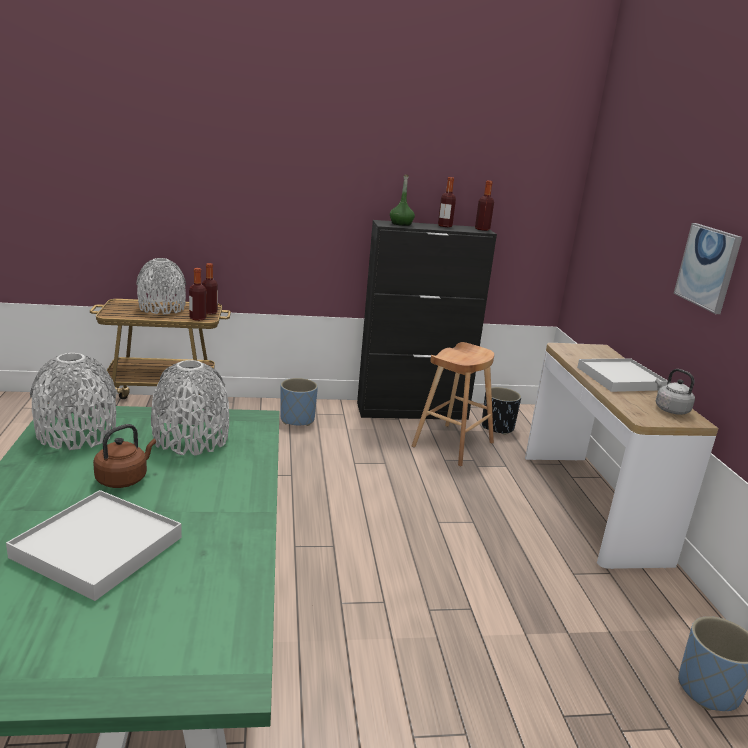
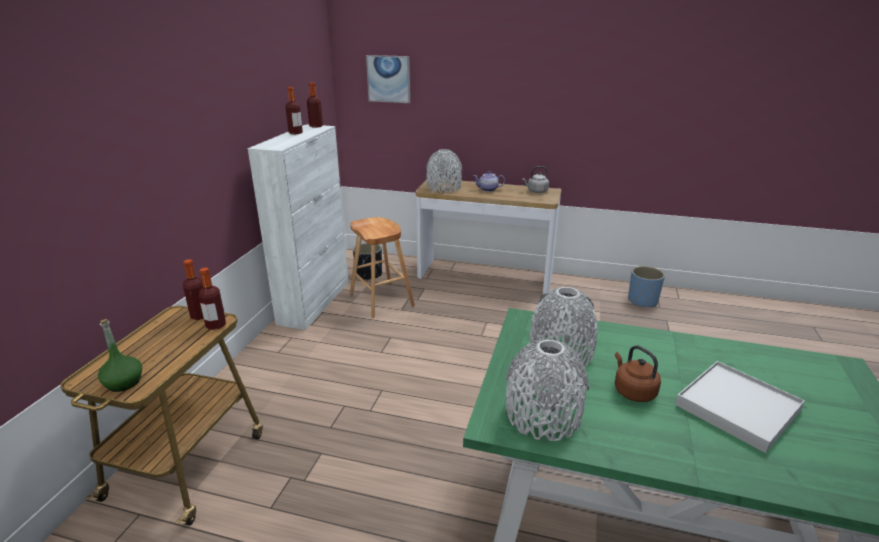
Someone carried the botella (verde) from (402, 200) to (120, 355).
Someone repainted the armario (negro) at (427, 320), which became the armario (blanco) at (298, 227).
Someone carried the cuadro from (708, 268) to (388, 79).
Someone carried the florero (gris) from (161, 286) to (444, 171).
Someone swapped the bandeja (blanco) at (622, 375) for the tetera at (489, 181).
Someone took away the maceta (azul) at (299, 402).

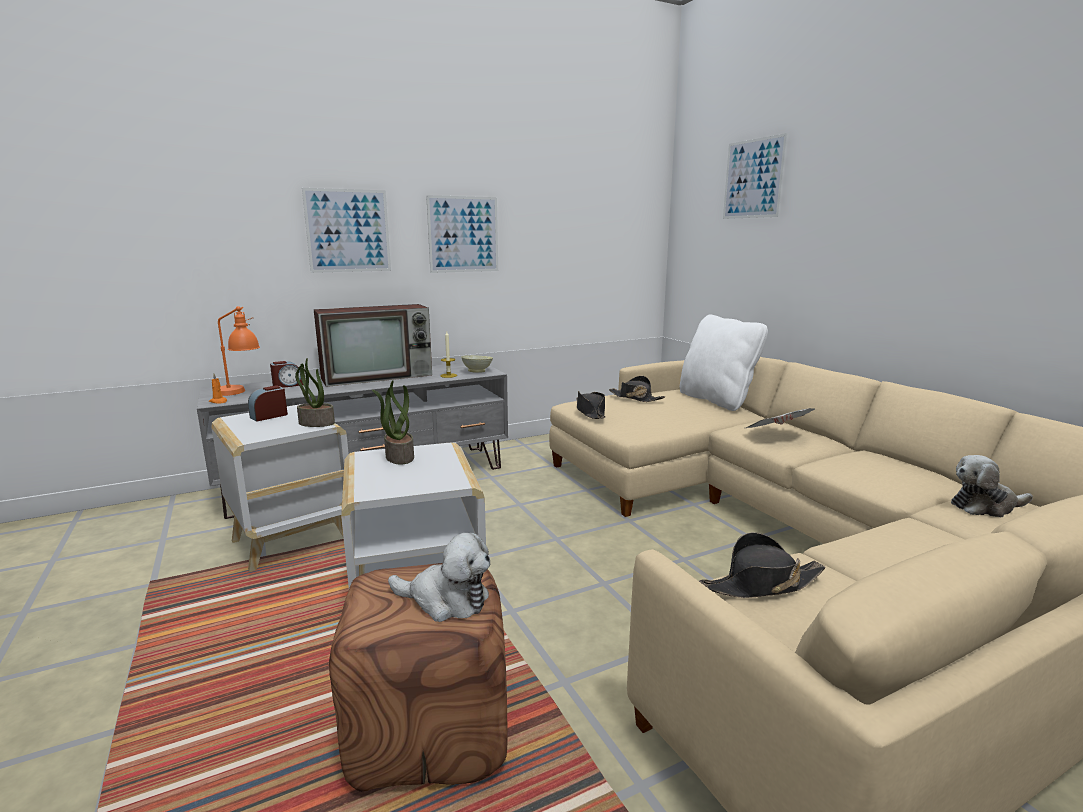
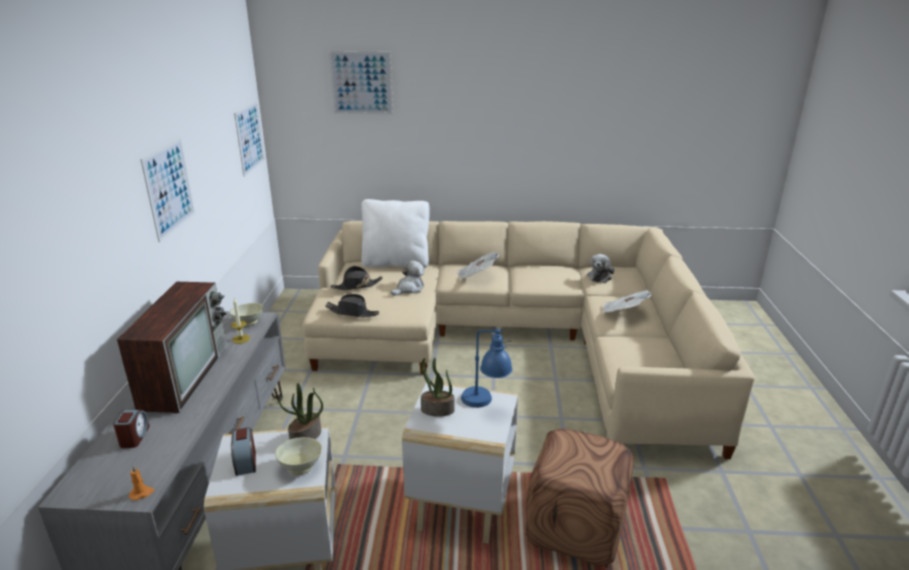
Someone carried the cuadro from (346, 230) to (249, 139).
Someone took away the lámpara de mesa (naranja) at (239, 351).
Someone took away the sombrero (negro) at (762, 565).
Someone carried the peluche from (439, 577) to (408, 278).
Someone put down the periódico at (627, 301).
Someone put down the lámpara de mesa (azul) at (487, 368).
Someone put down the cuenco (beis) at (298, 456).

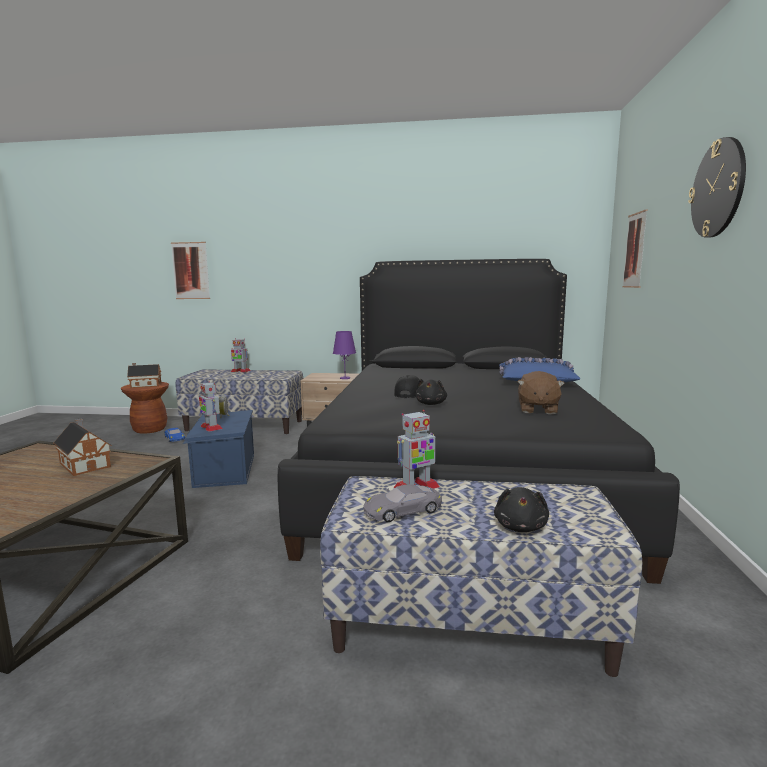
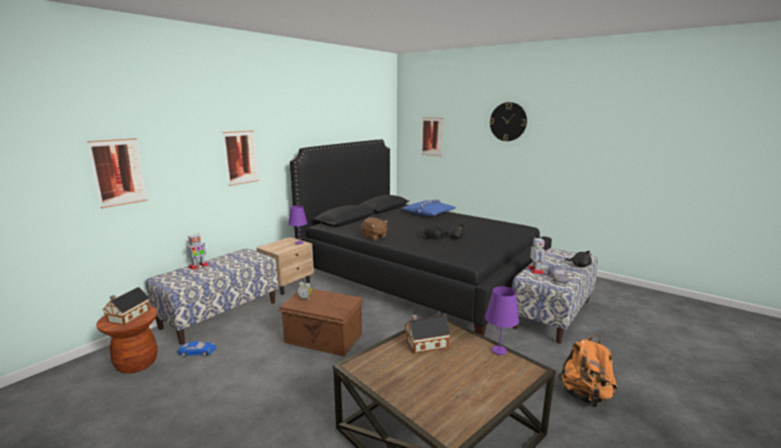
Someone carried the peluche (marrón) from (541, 392) to (374, 228).
Someone took away the robot de juguete at (211, 406).
Someone repainted the caja de almacenaje (azul) at (218, 449), which became the caja de almacenaje (marrón) at (321, 322).
Someone put up the cuadro at (241, 158).
Someone put down the lámpara de mesa (morado) at (502, 320).
Someone put down the mochila (naranja) at (587, 371).

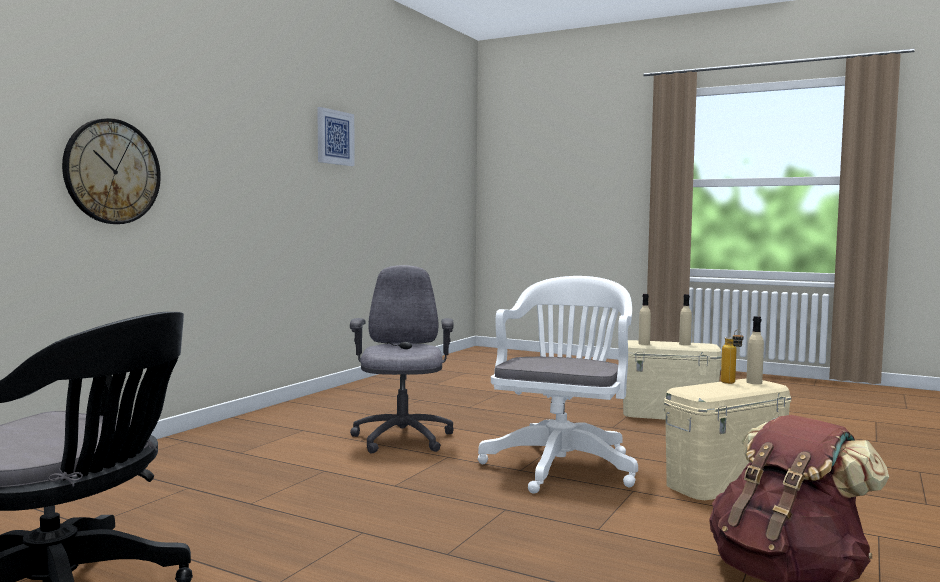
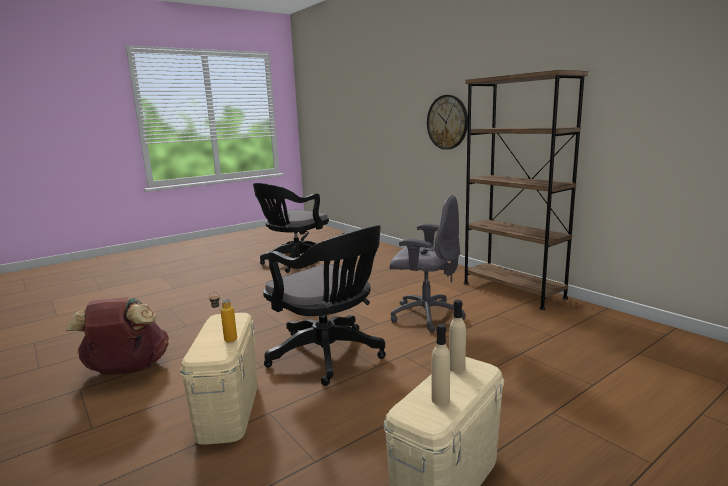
Someone took away the cuadro at (336, 136).
Someone repainted the silla de oficina (blanco) at (558, 385), which became the silla de oficina (negro) at (324, 305).
Someone took away the botella (beis) at (755, 350).
Someone put down the estantería (marrón) at (525, 190).

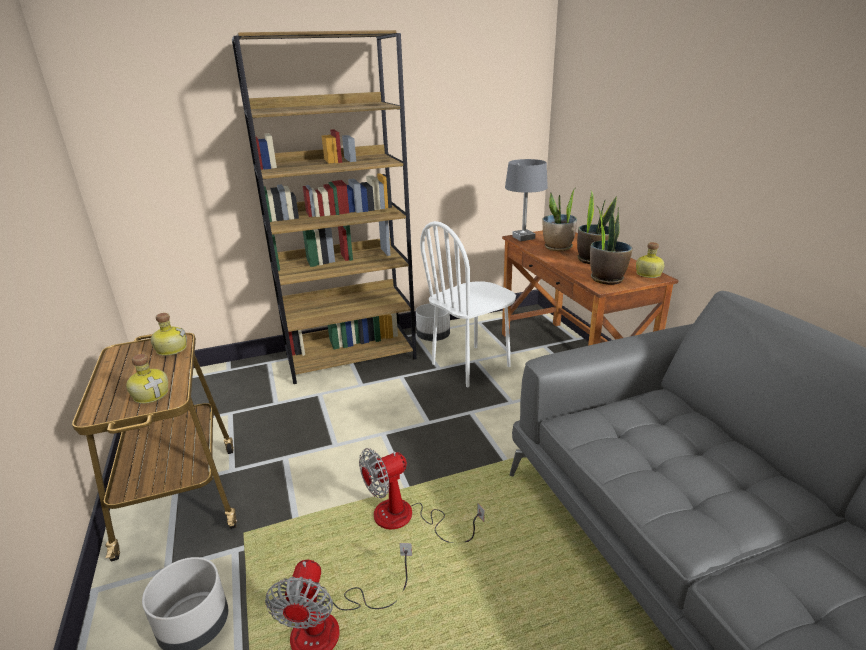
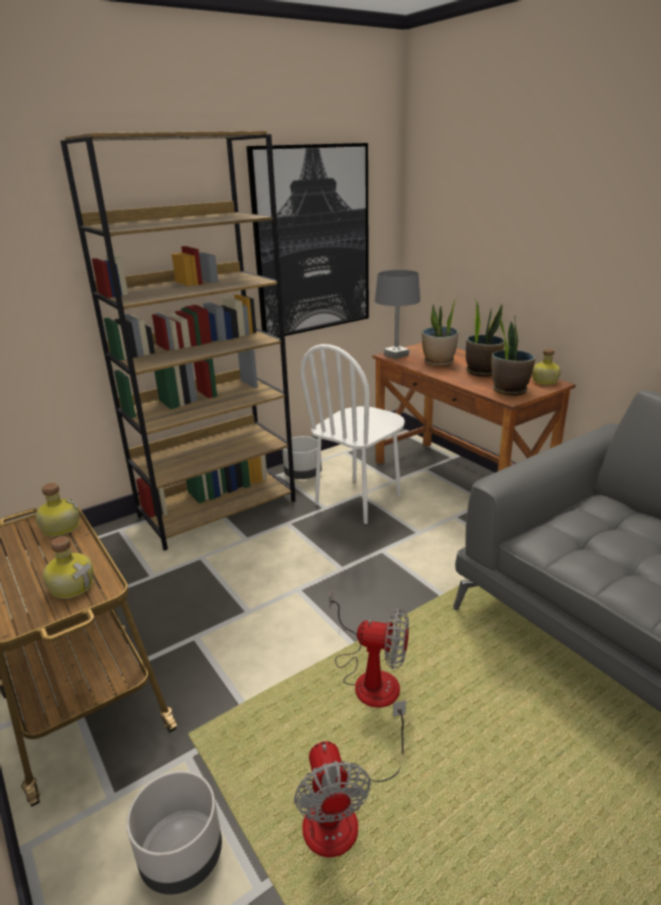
Someone rotated the ventilador at (421, 495) by 120 degrees counterclockwise.
Someone put up the cuadro at (307, 240).

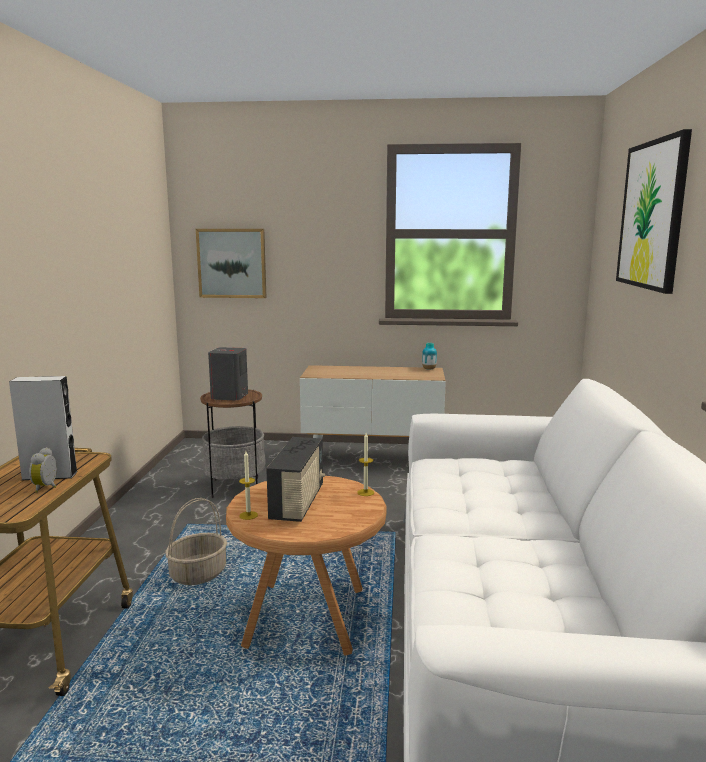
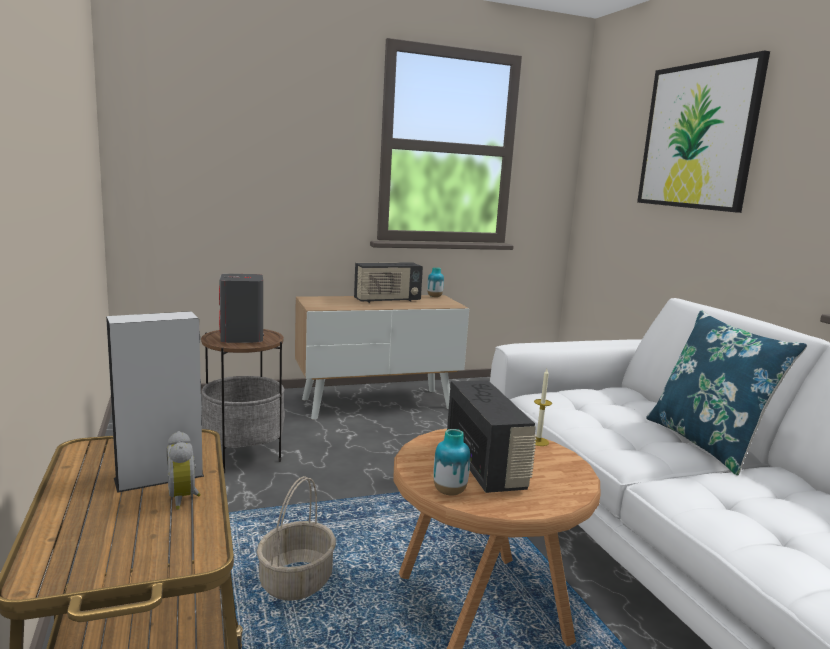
Someone took away the cuadro at (231, 263).
Someone swapped the vela at (248, 485) for the florero at (451, 462).
Someone put down the radio at (388, 283).
Someone put down the cojín (azul) at (726, 393).

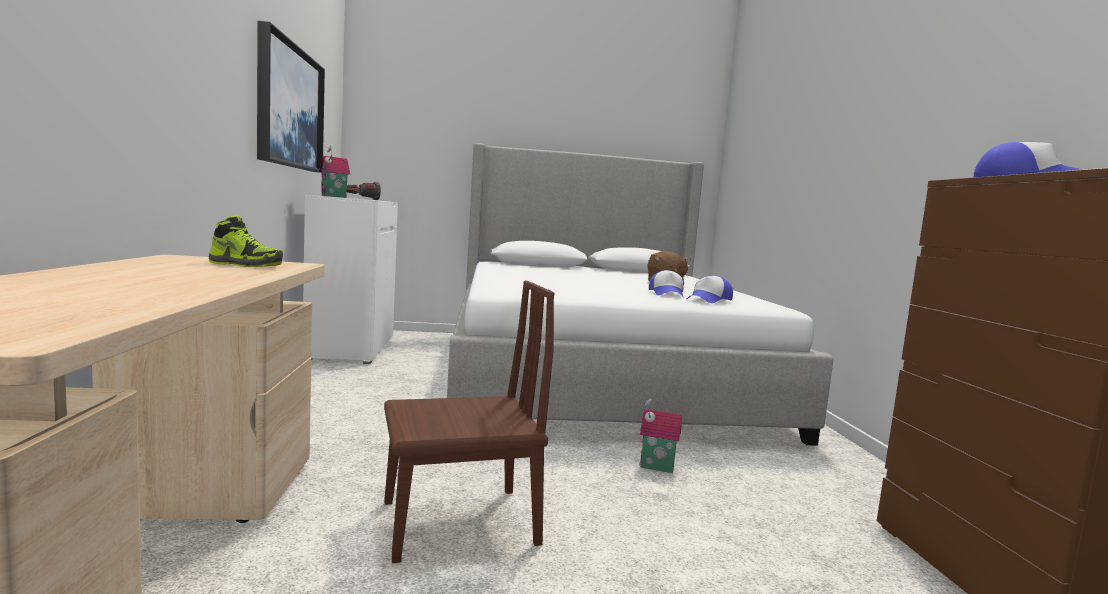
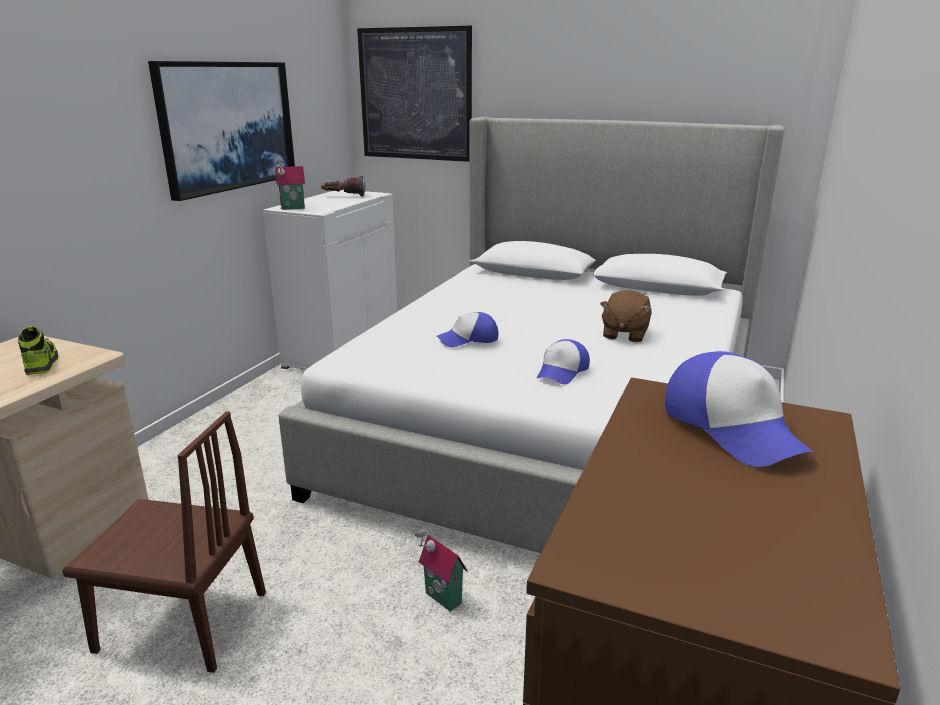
Someone rotated the zapato at (246, 241) by 150 degrees counterclockwise.
Someone carried the gorra from (710, 289) to (468, 329).
Someone put up the cuadro at (414, 94).

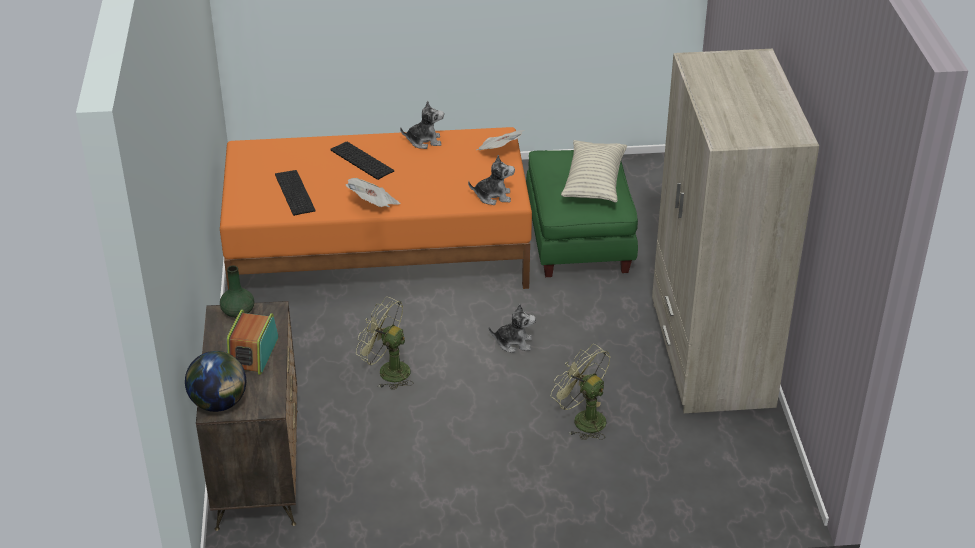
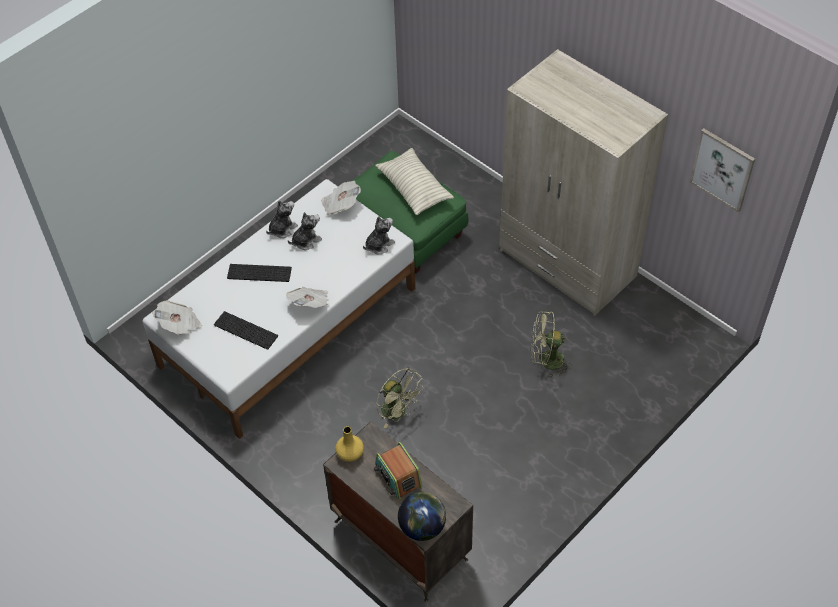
Someone repainted the cama (naranja) at (376, 208), which became the cama (blanco) at (278, 309).
Someone repainted the florero (verde) at (237, 292), which became the florero (amarillo) at (350, 444).
Someone rotated the ventilador (verde) at (385, 343) by 120 degrees counterclockwise.
Someone carried the peluche from (512, 328) to (305, 231).
Someone put up the cuadro at (722, 170).
Someone put down the periódico at (177, 317).

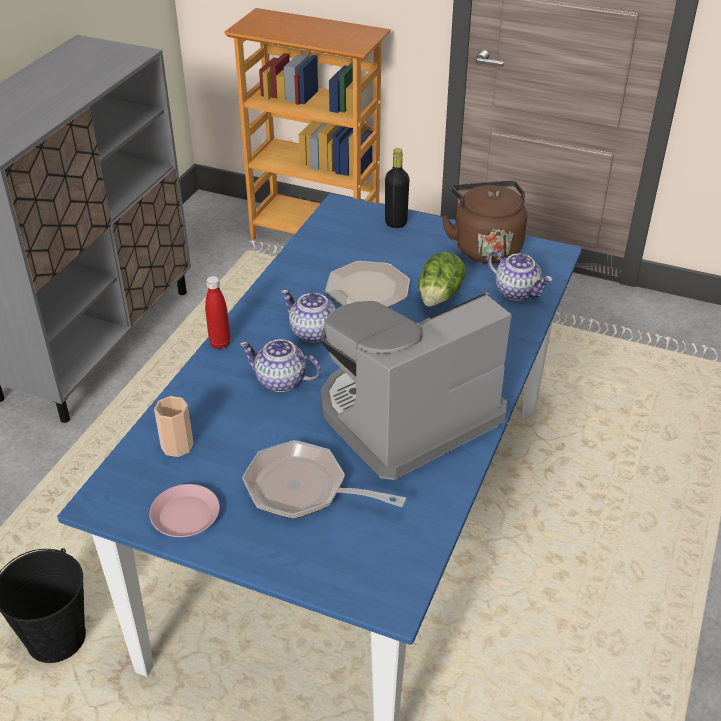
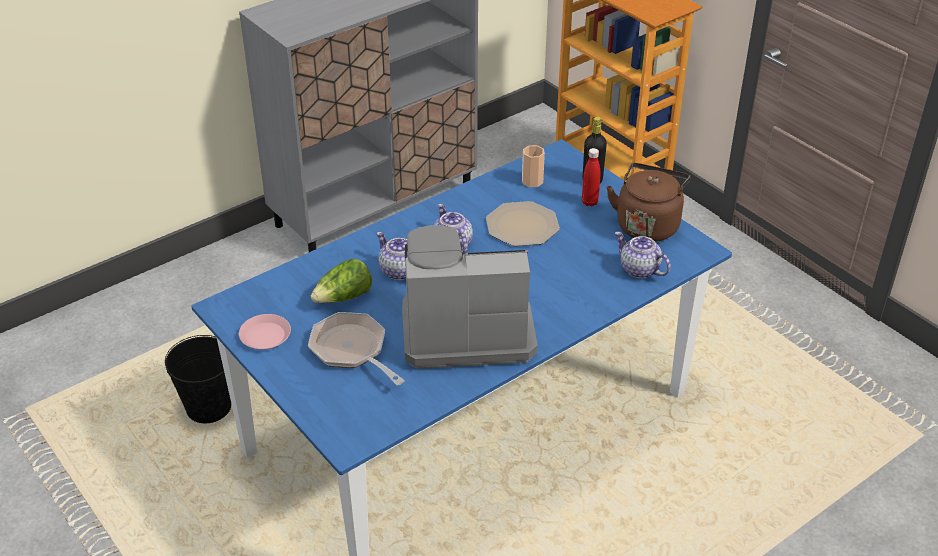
Someone rotated the tetera at (520, 275) by 150 degrees clockwise.
Someone carried the lechuga from (442, 279) to (341, 281).
Someone carried the botella (rojo) from (217, 312) to (591, 177).
Someone carried the taza from (174, 426) to (533, 166).

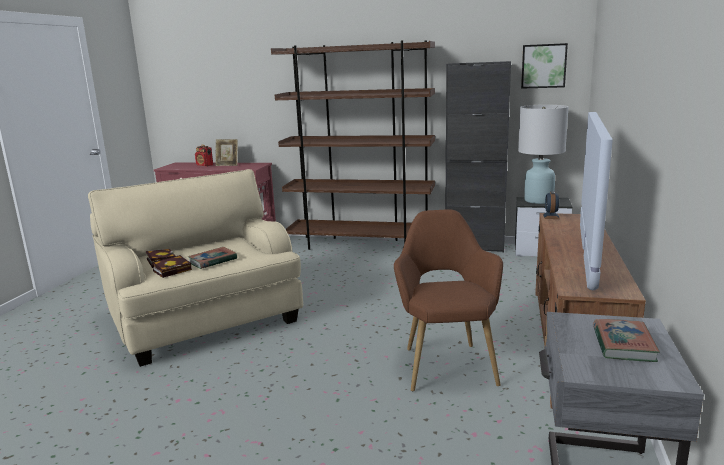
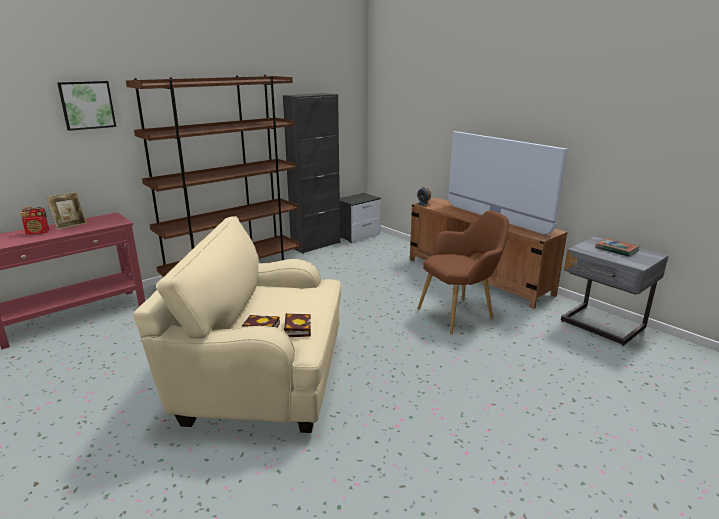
Someone carried the cuadro from (544, 66) to (86, 106).
Someone took away the lámpara de mesa (blanco) at (543, 154).
Someone rotated the sillón (marrón) at (448, 300) by 120 degrees clockwise.
Someone took away the libro at (212, 258).

